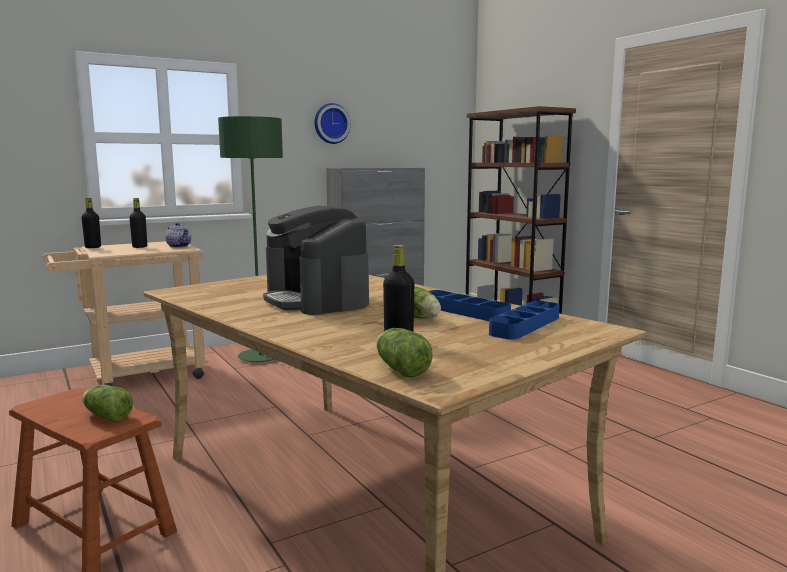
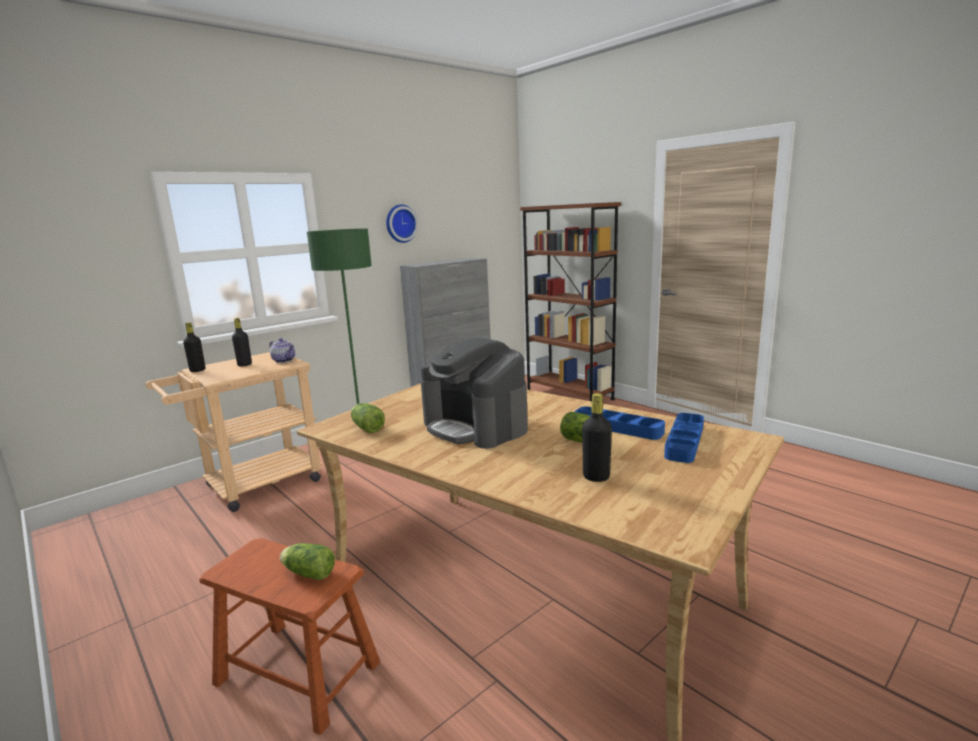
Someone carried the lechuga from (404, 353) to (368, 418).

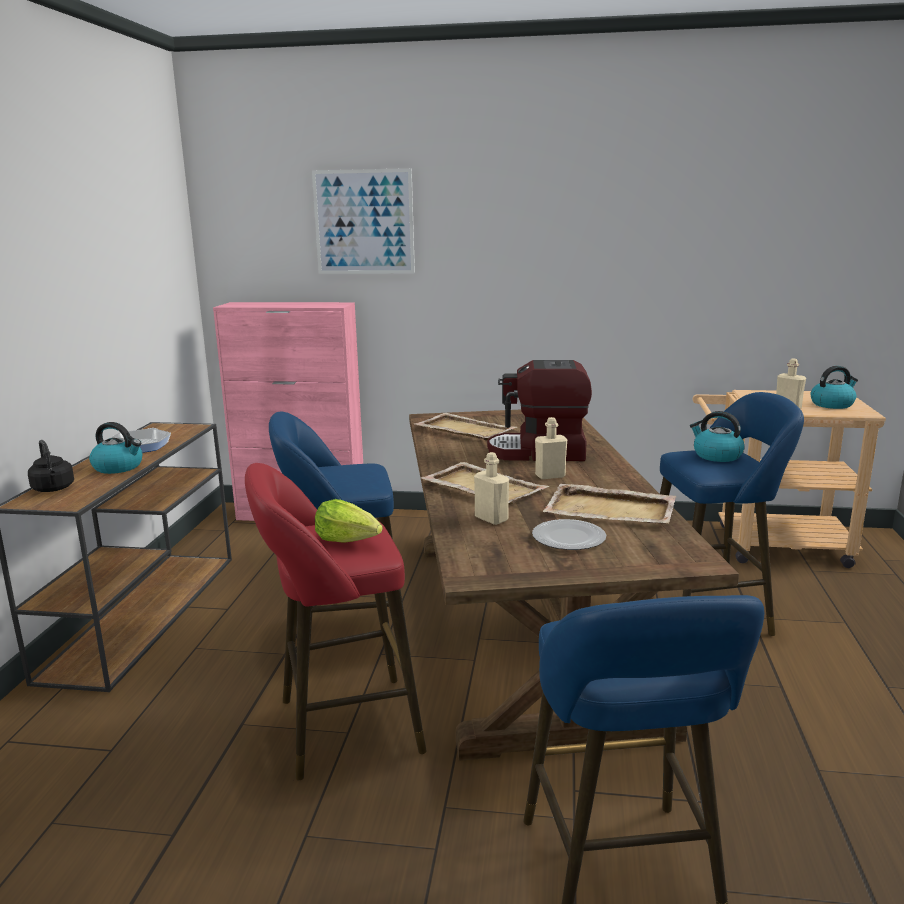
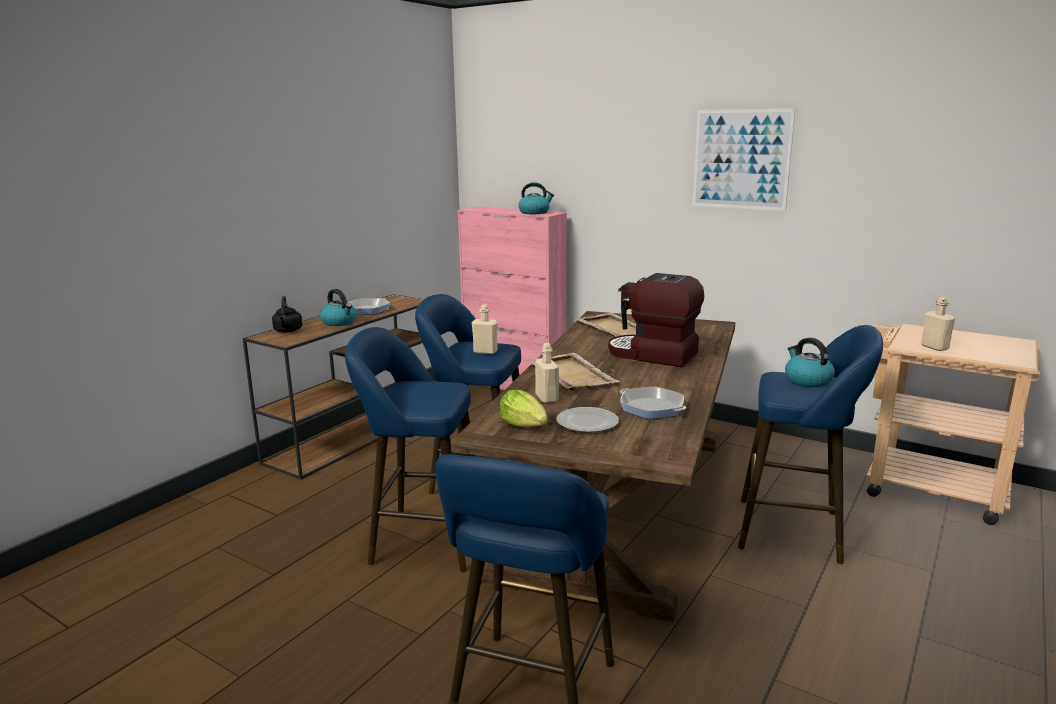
Someone carried the cuadro from (363, 221) to (744, 160).
Someone carried the hervidor from (834, 387) to (536, 198).
Someone carried the botella (beis) from (551, 448) to (485, 329).
Someone repainted the taburete (rojo) at (336, 621), which became the taburete (azul) at (410, 449).
Someone swapped the bandeja (beis) at (609, 504) for the sartén at (653, 402).
Someone carried the lechuga from (349, 521) to (524, 408).

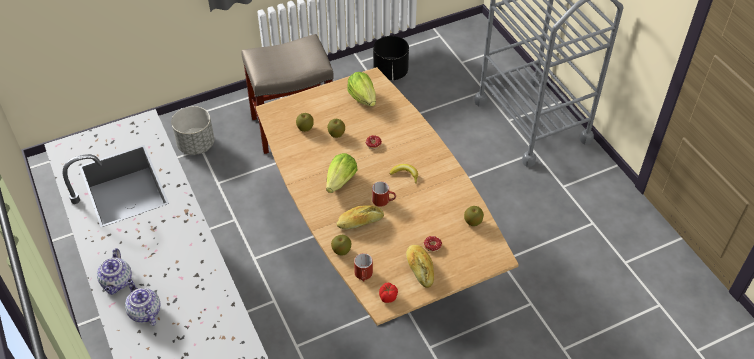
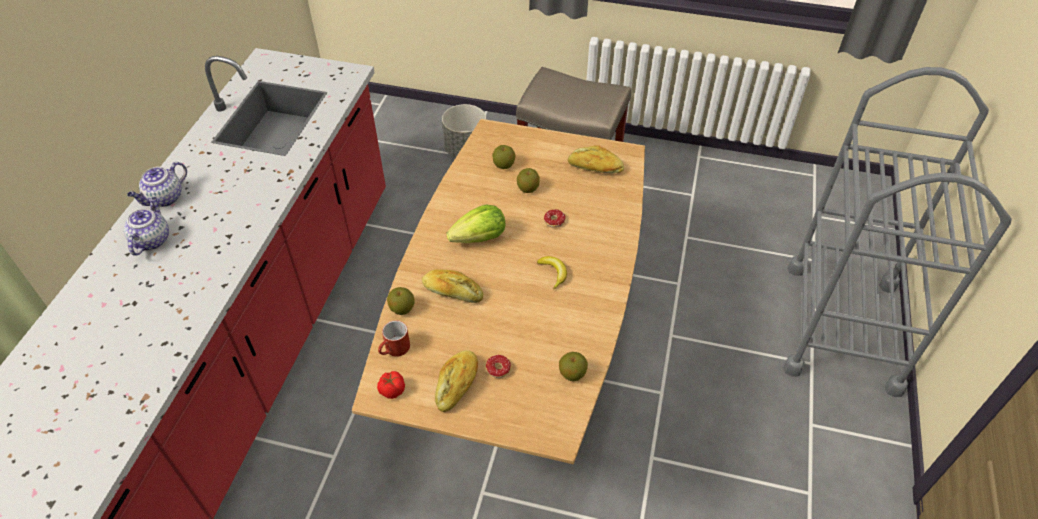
Someone took away the maceta (negro) at (391, 58).
Someone swapped the lechuga at (361, 89) for the pan at (596, 159).
Someone took away the taza grande (rojo) at (384, 194).

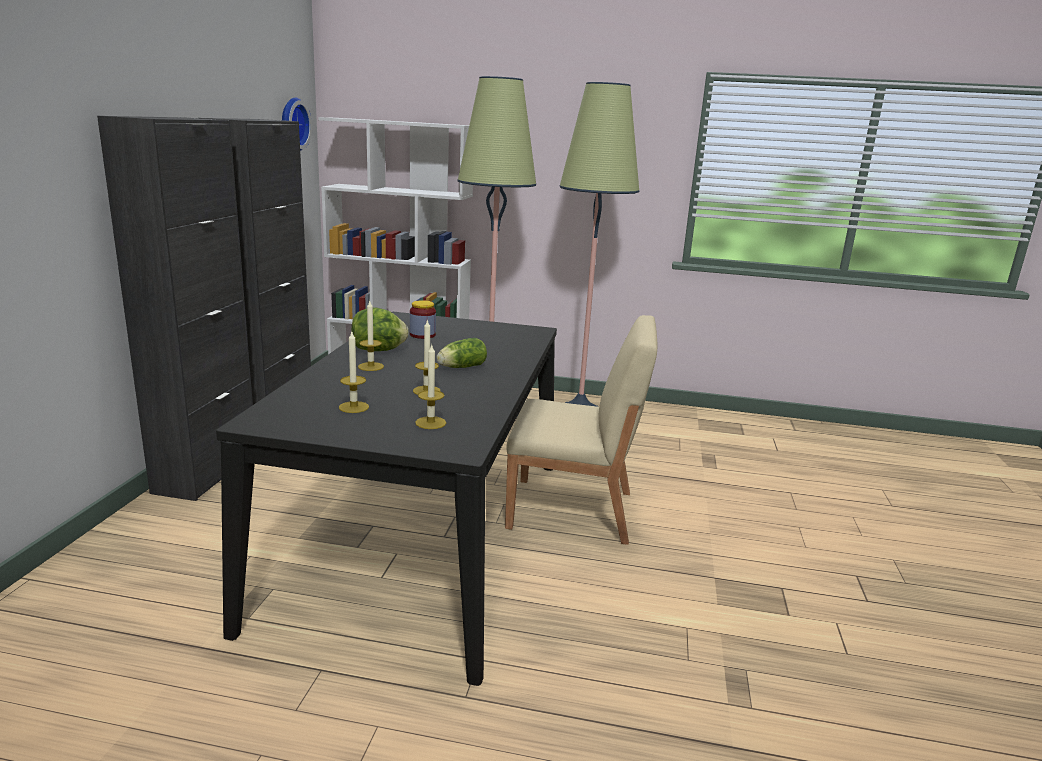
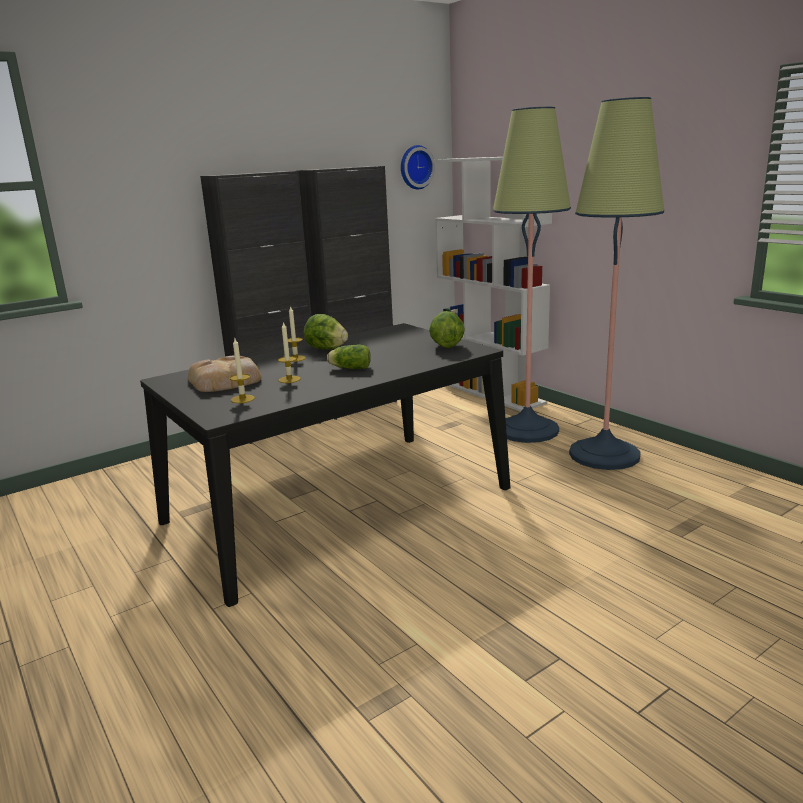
Someone took away the tarro at (423, 319).
Someone took away the silla (beis) at (581, 430).
Someone swapped the vela at (354, 372) for the pan at (224, 373).
Someone put down the lechuga at (447, 329).

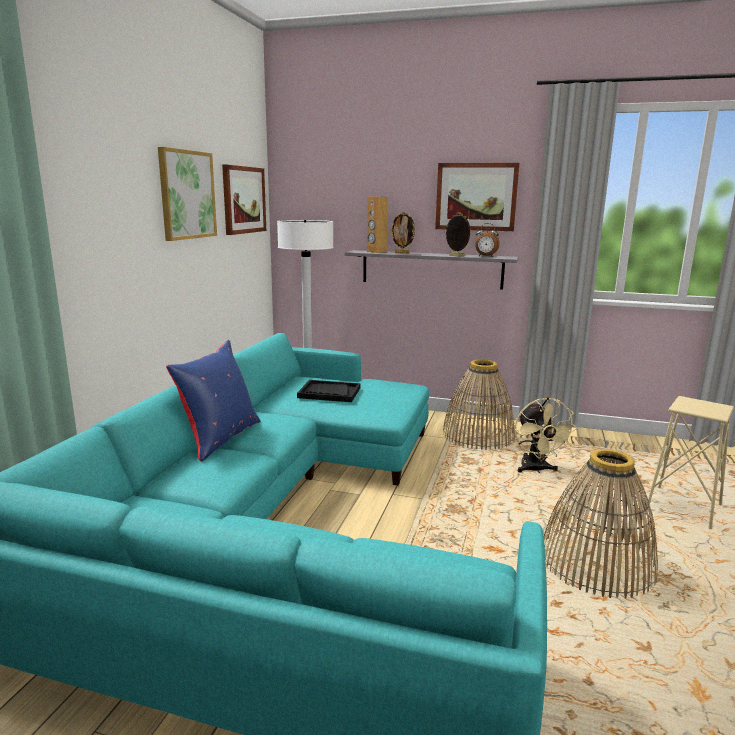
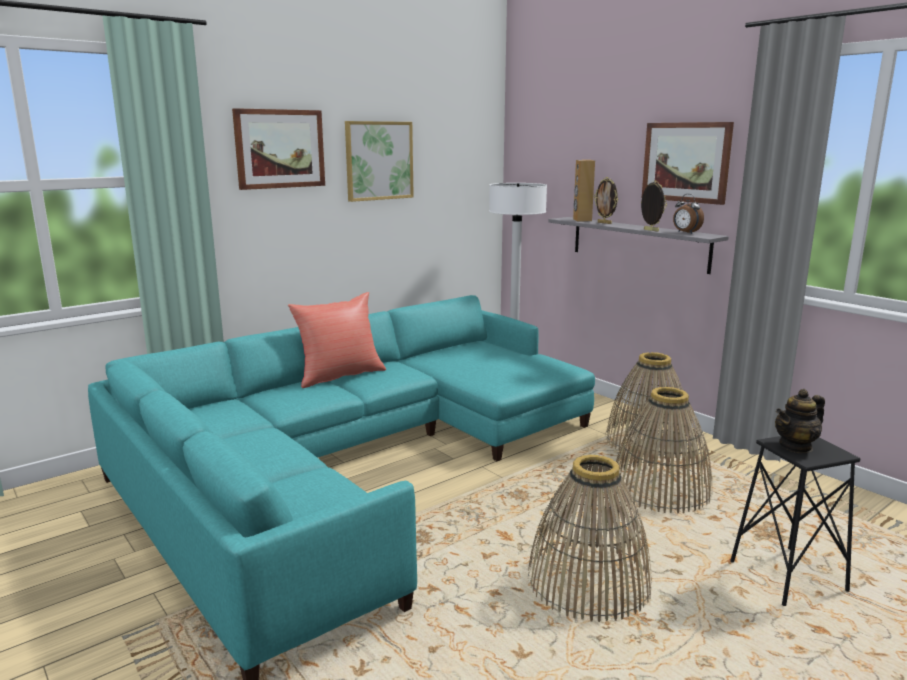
Someone carried the cuadro from (244, 200) to (278, 149).
Someone repainted the cojín (azul) at (213, 401), which became the cojín (rojo) at (337, 340).
Someone took away the bandeja (negro) at (328, 391).
Someone repainted the taburete (beis) at (690, 462), which became the taburete (negro) at (795, 521).
Someone swapped the ventilador (beis) at (546, 435) for the cesta at (664, 450).
Someone put down the tetera at (800, 421).

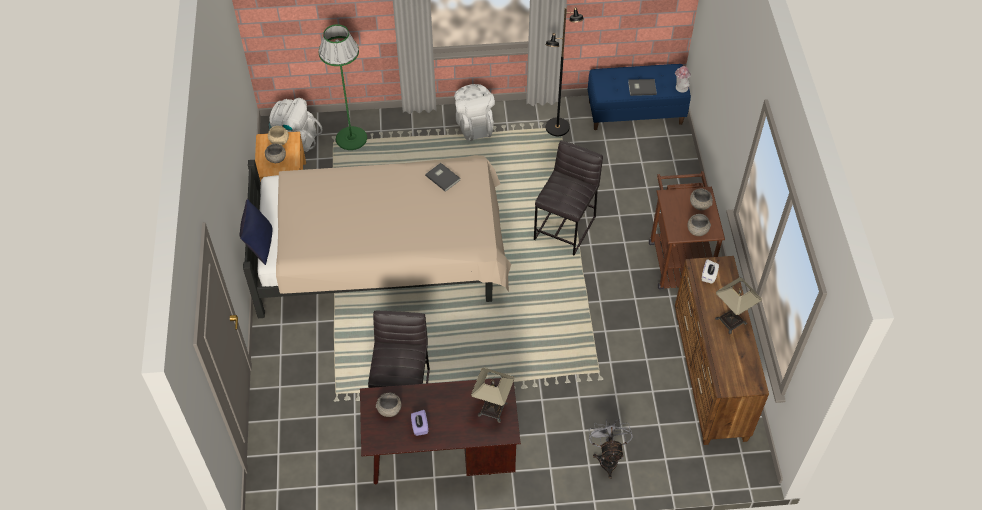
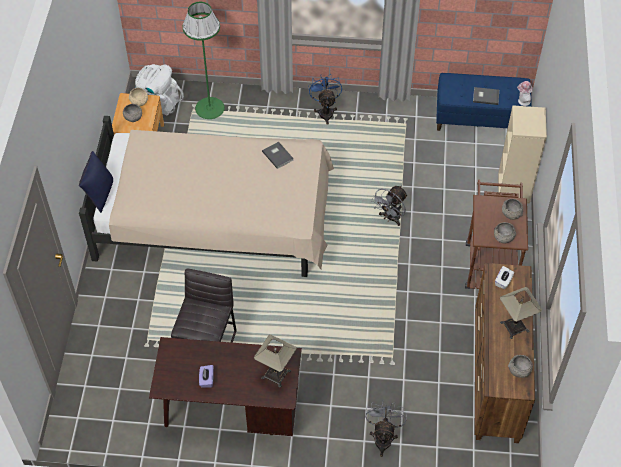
Someone took away the lámpara de pie (negro) at (564, 71).
Someone swapped the mochila (blanco) at (474, 112) for the ventilador (azul) at (325, 100).
Someone swapped the taburete (gris) at (568, 197) for the ventilador (gris) at (389, 205).
Someone carried the cuenco (gris) from (388, 405) to (520, 366).
Someone put down the estantería (beis) at (522, 154).

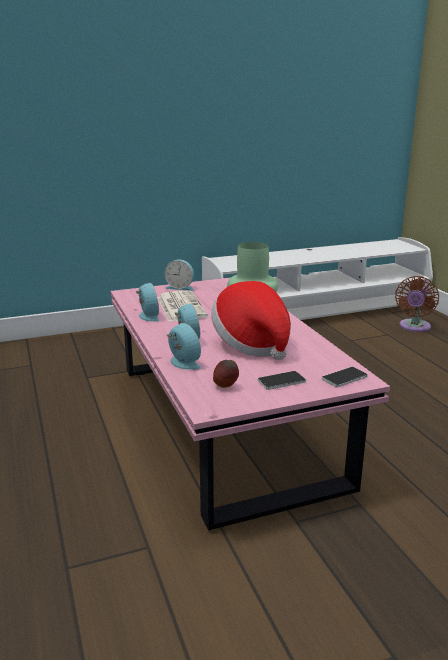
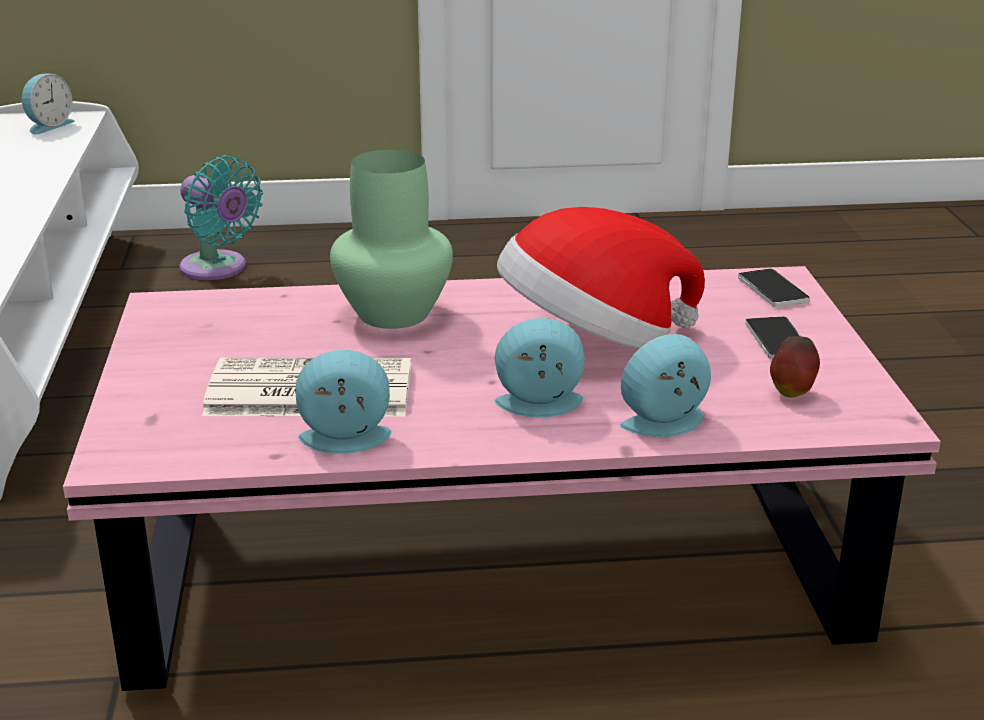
Someone carried the despertador from (179, 275) to (48, 103).
Someone repainted the ventilador (marrón) at (417, 304), which became the ventilador (turquesa) at (221, 217).

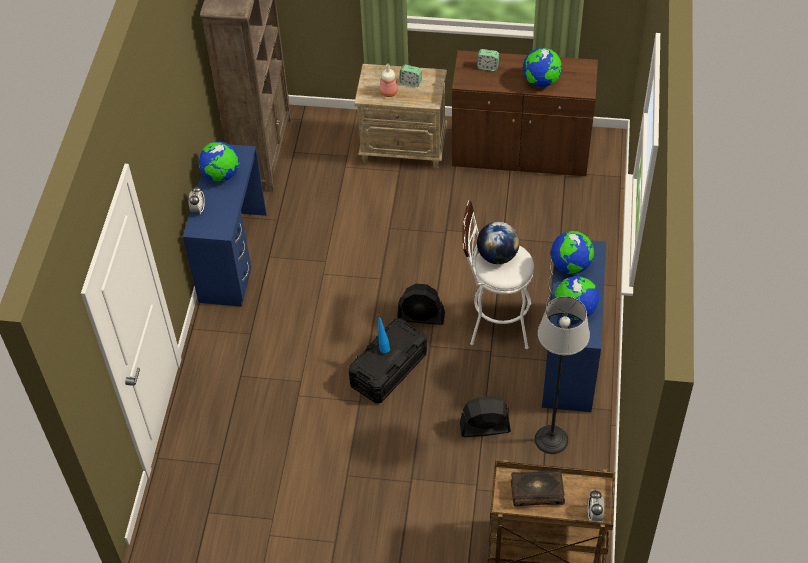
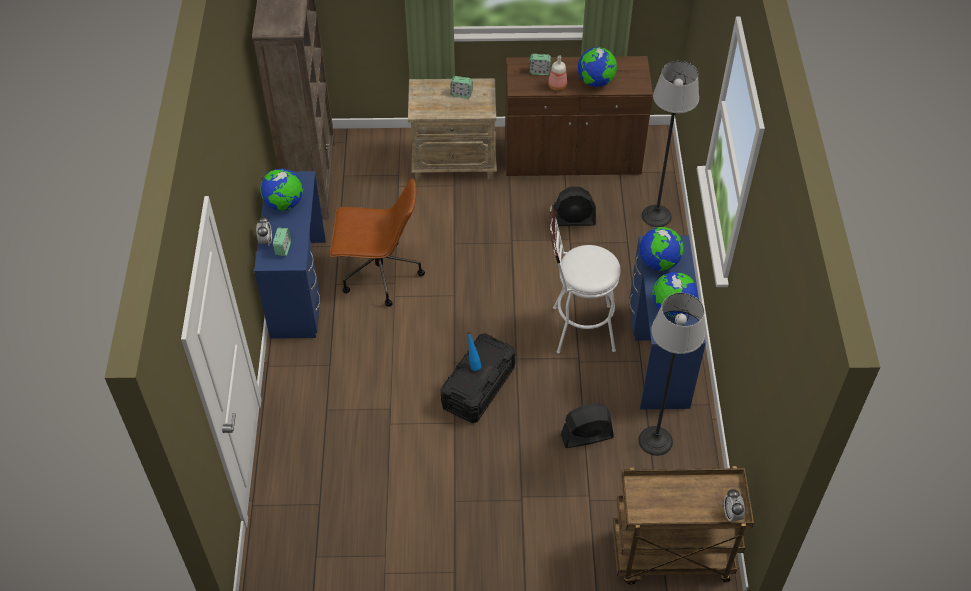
Someone carried the botella from (389, 80) to (557, 73).
Someone took away the globo terráqueo at (498, 243).
Someone carried the ventilador (negro) from (421, 304) to (574, 206).
Someone took away the libro at (538, 488).
Someone put down the lámpara de pie at (670, 144).
Someone put down the silla de oficina (marrón) at (377, 242).
Someone put down the despertador at (282, 242).

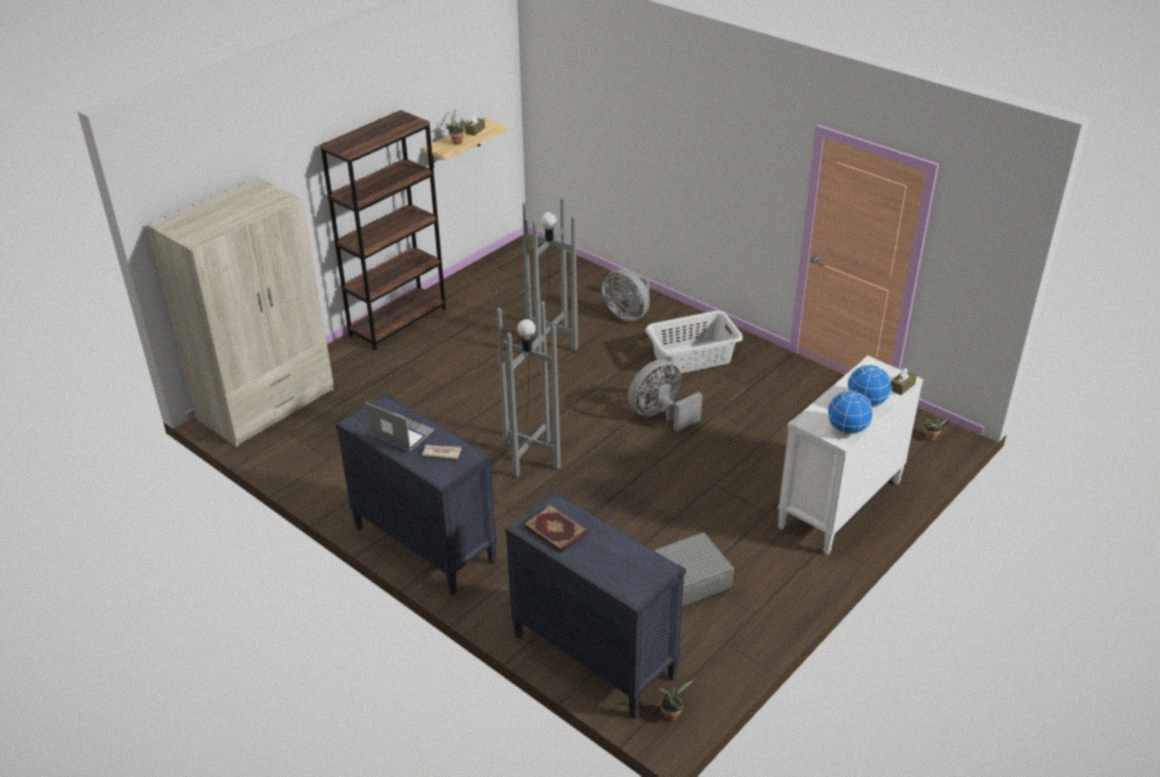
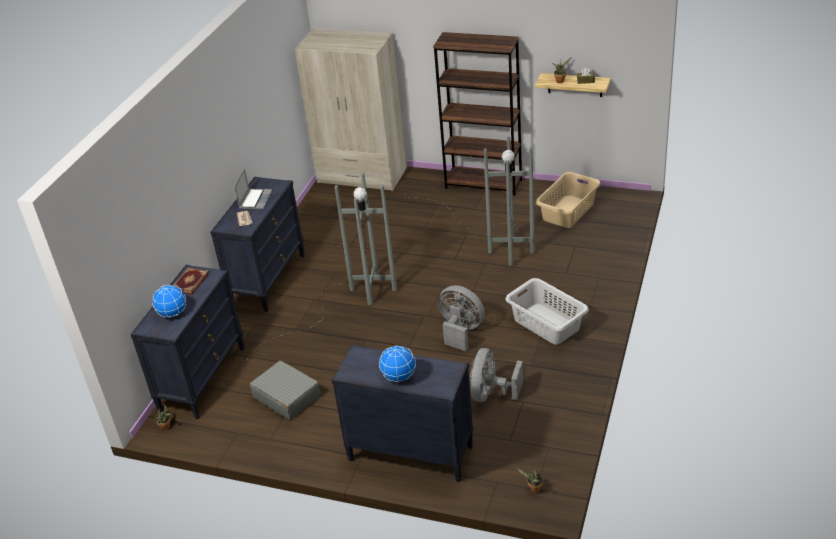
Someone carried the ventilador (gris) from (626, 295) to (496, 375).
Someone repainted the cómoda (blanco) at (850, 455), which became the cómoda (negro) at (403, 413).
Someone took away the caja de pañuelos (marrón) at (904, 381).
Someone carried the globo terráqueo from (850, 413) to (169, 301).
Someone put down the cesto de la ropa (beis) at (568, 200).

